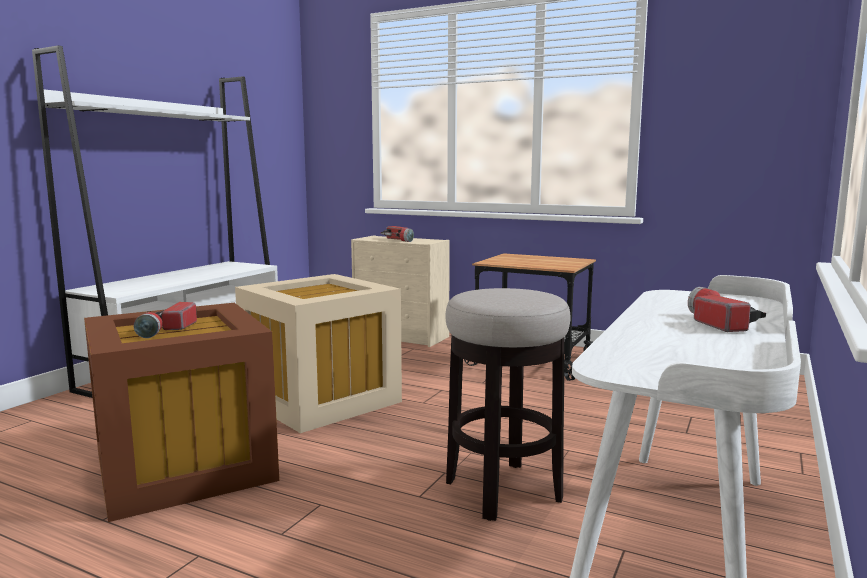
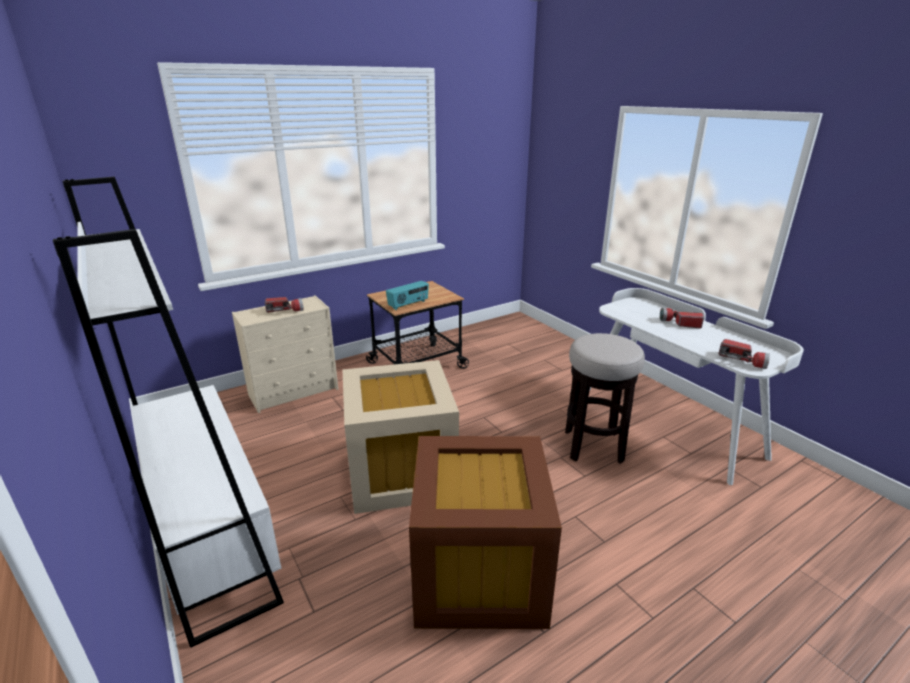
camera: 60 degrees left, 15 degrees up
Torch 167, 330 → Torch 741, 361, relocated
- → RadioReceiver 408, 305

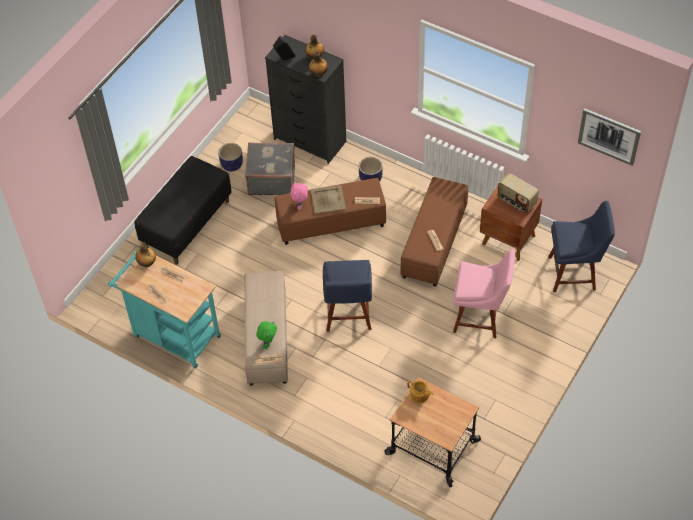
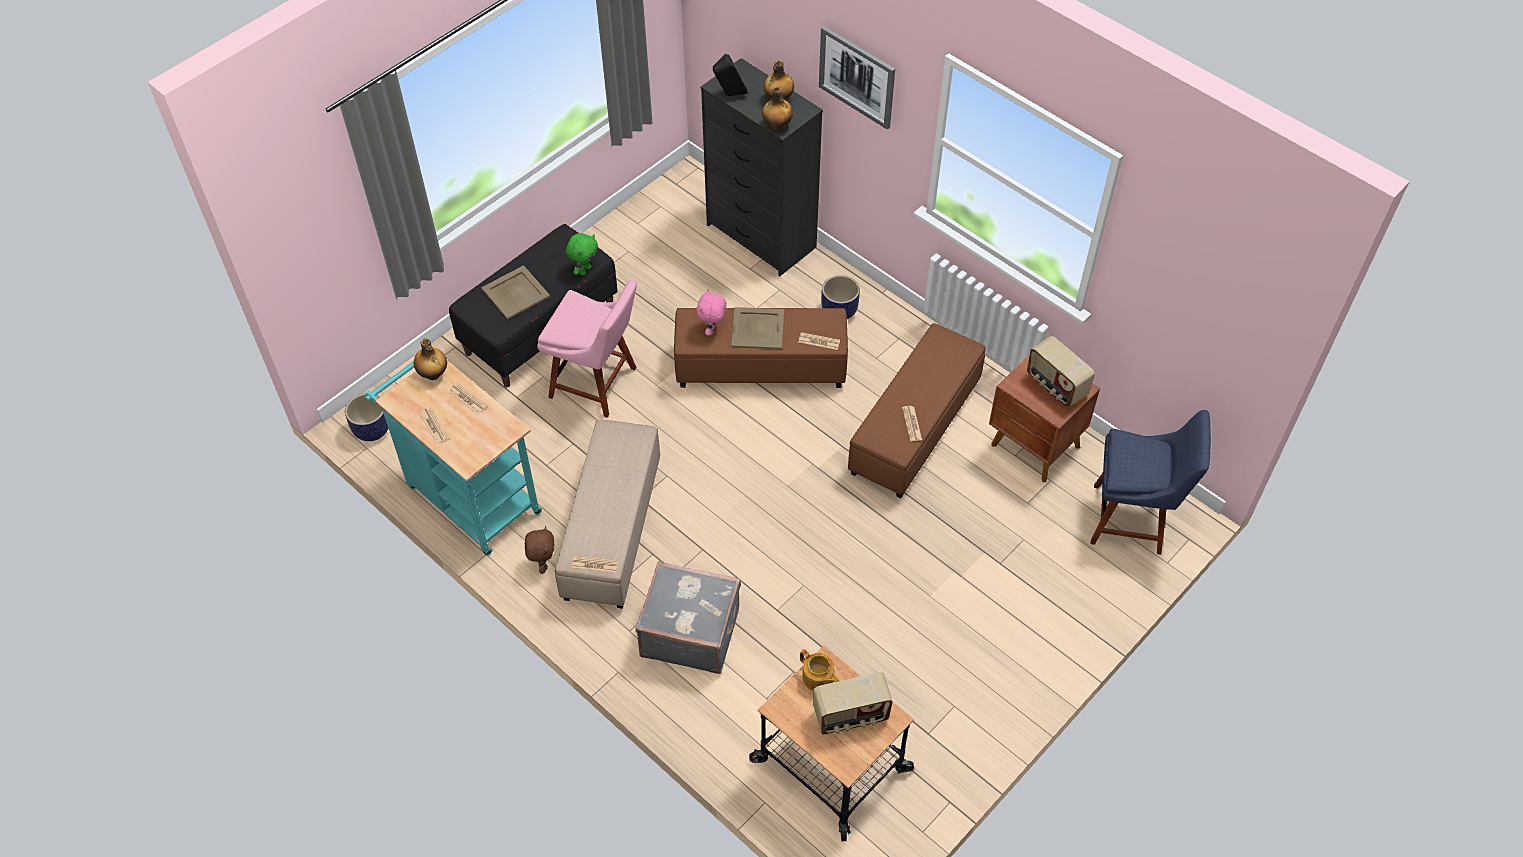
camera: 10 degrees right, 0 degrees up
FlowerPot 232, 165 → FlowerPot 372, 429, relocated
GreyishSuitcase 271, 179 → GreyishSuitcase 690, 631, relocated
GreenishSoftToy 268, 343 → GreenishSoftToy 585, 270, relocated
BlueColouredChair 348, 315 → -
PinkColouredChair 480, 317 → PinkColouredChair 597, 384, relocated
WallPicture 609, 136 → WallPicture 857, 77, relocated
- → BeigeTray 516, 293
- → BrownColouredSoftToy 543, 564
- → RadioReceiver 851, 716

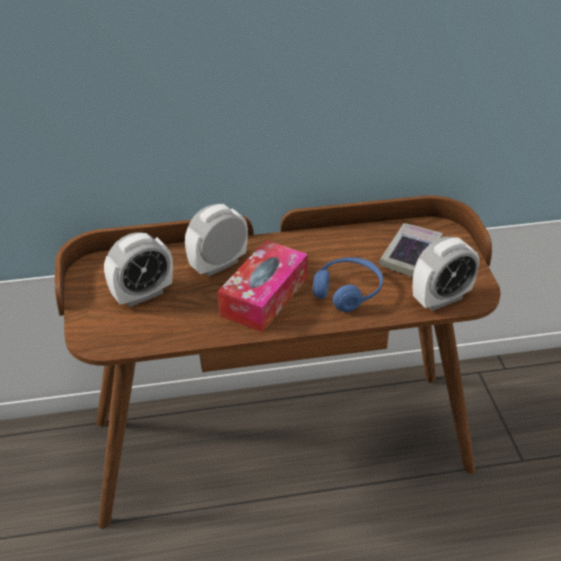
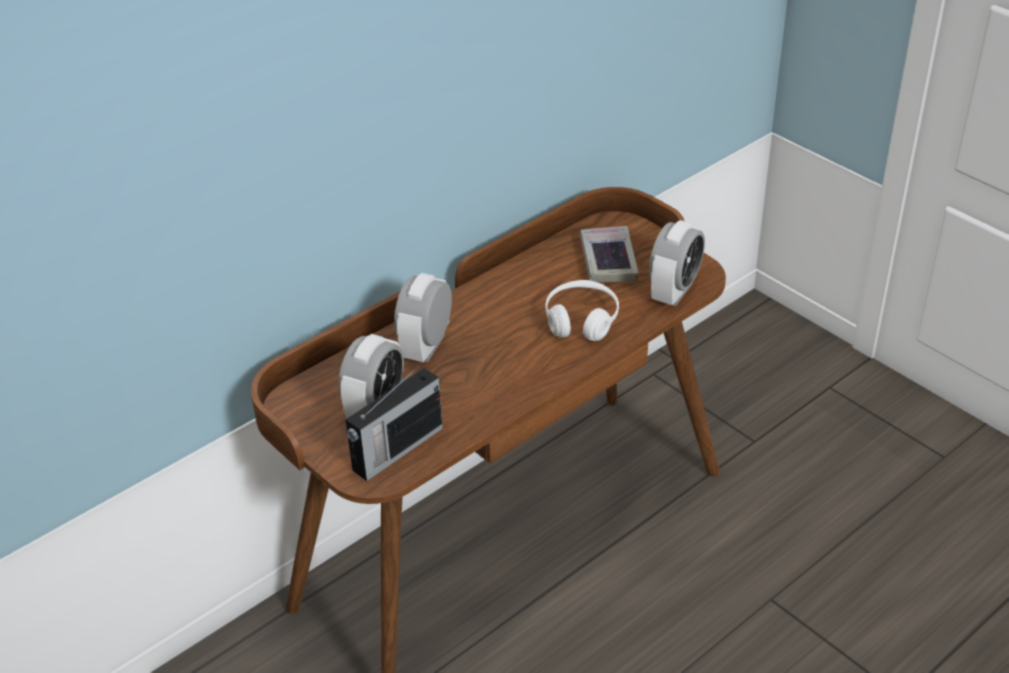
camera: 30 degrees left, 0 degrees up
BoxOfTissues 264, 296 → -
BlueColouredHeadphones 347, 291 → WhiteHeadphones 581, 320
- → RadioReceiver 396, 450

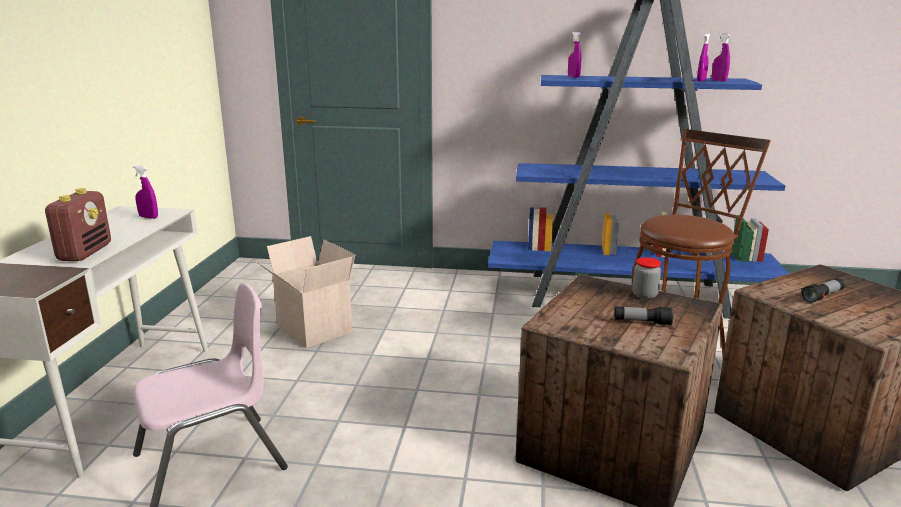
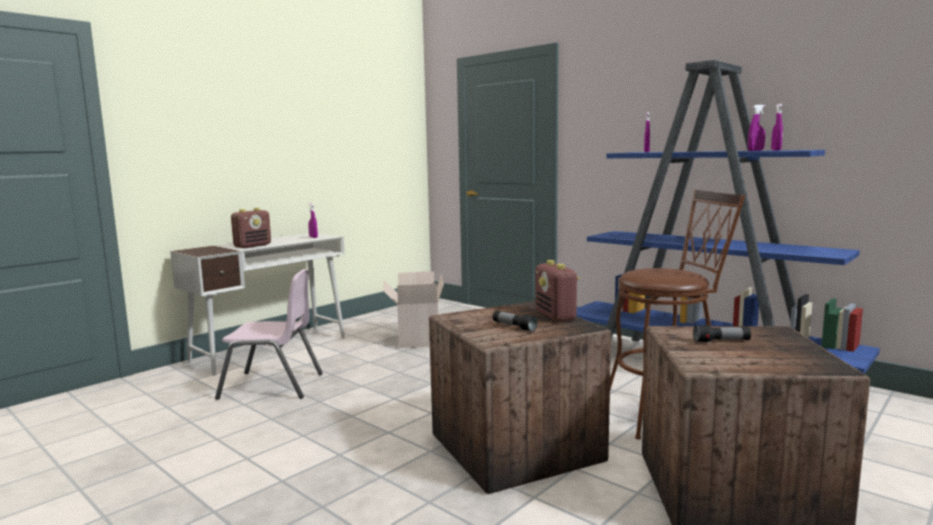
camera: 35 degrees right, 10 degrees down
Jar 644, 295 → RadioReceiver 555, 316

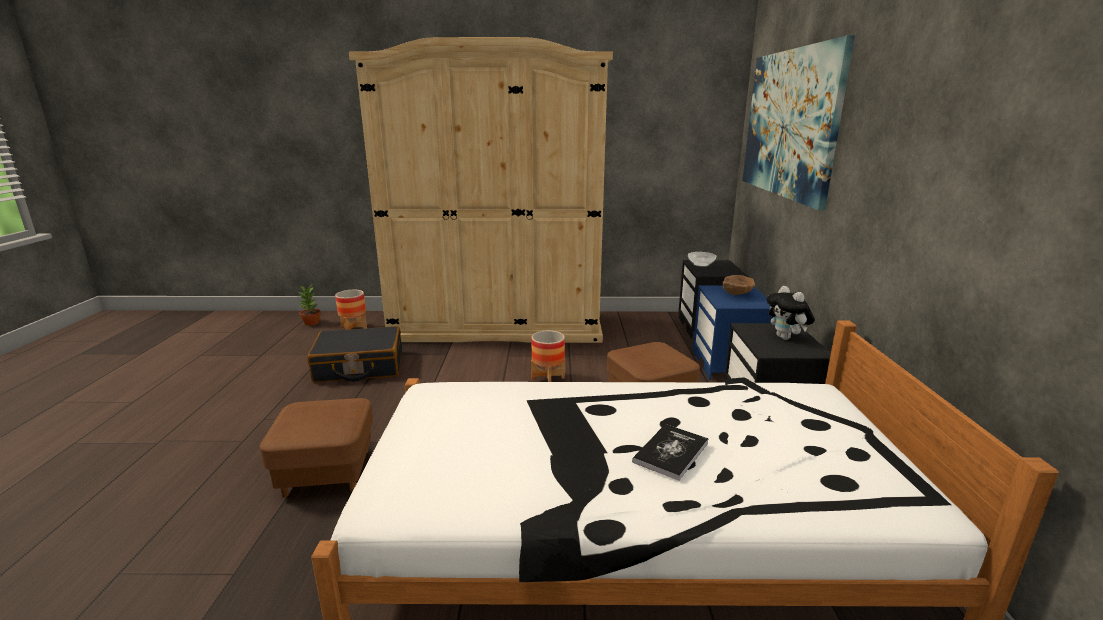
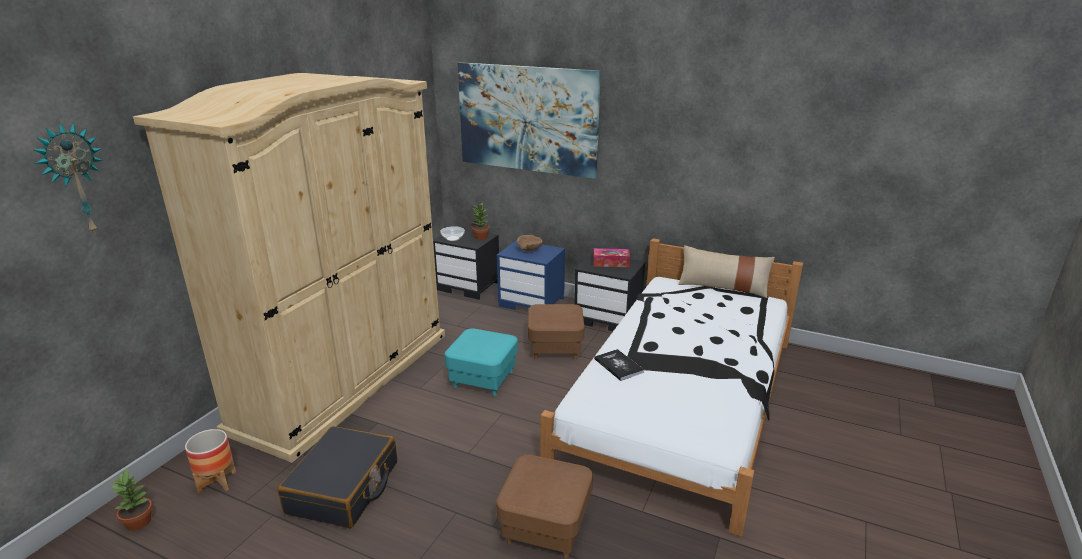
camera: 65 degrees left, 5 degrees up
FlowerPot 548, 378 → TurquoiseColouredPouffe 483, 379
BoundBook 671, 452 → BoundBook 618, 365, relocated
SoftToy 786, 338 → BoxOfTissues 611, 263
- → WallClock 74, 180
- → PlantInAPot 480, 237
- → BeigeThrowPillow 723, 287

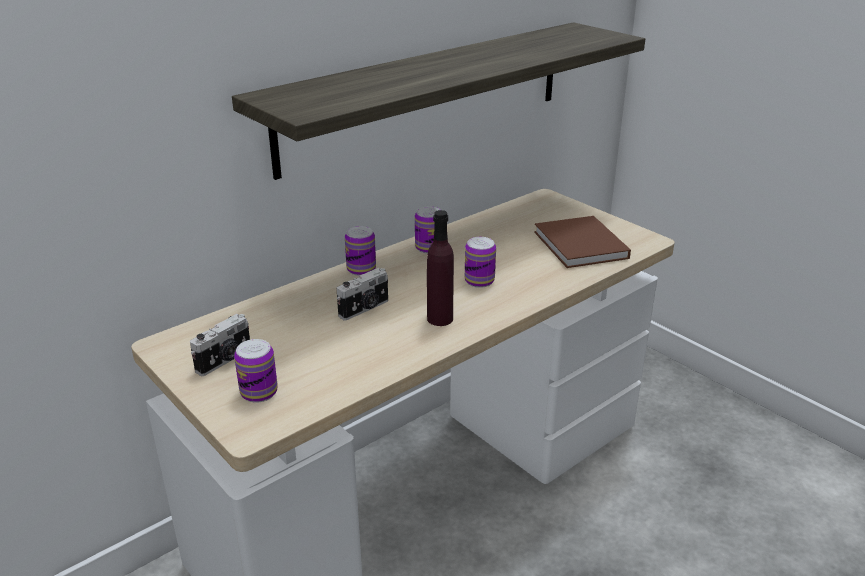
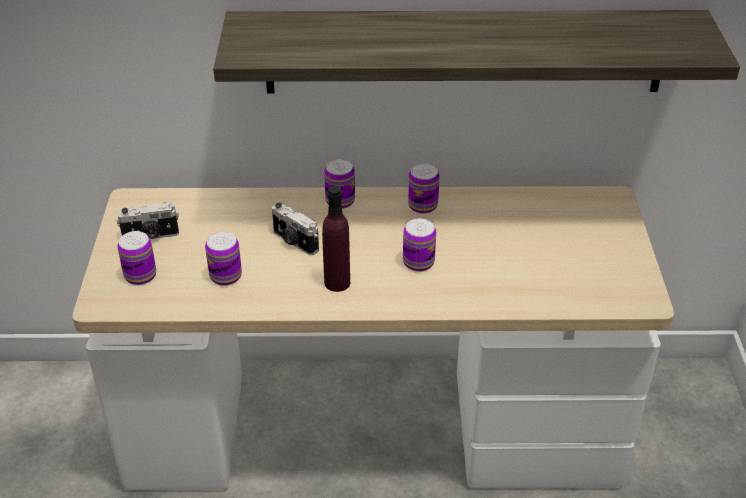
camera: 40 degrees right, 10 degrees up
StillCamera 365, 309 → StillCamera 294, 242, 45 degrees clockwise
BrownColouredBoundBook 581, 246 → -
- → MetalCan 225, 276

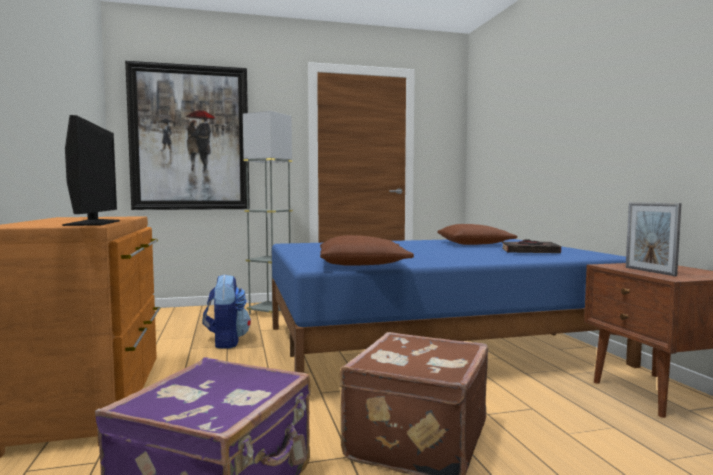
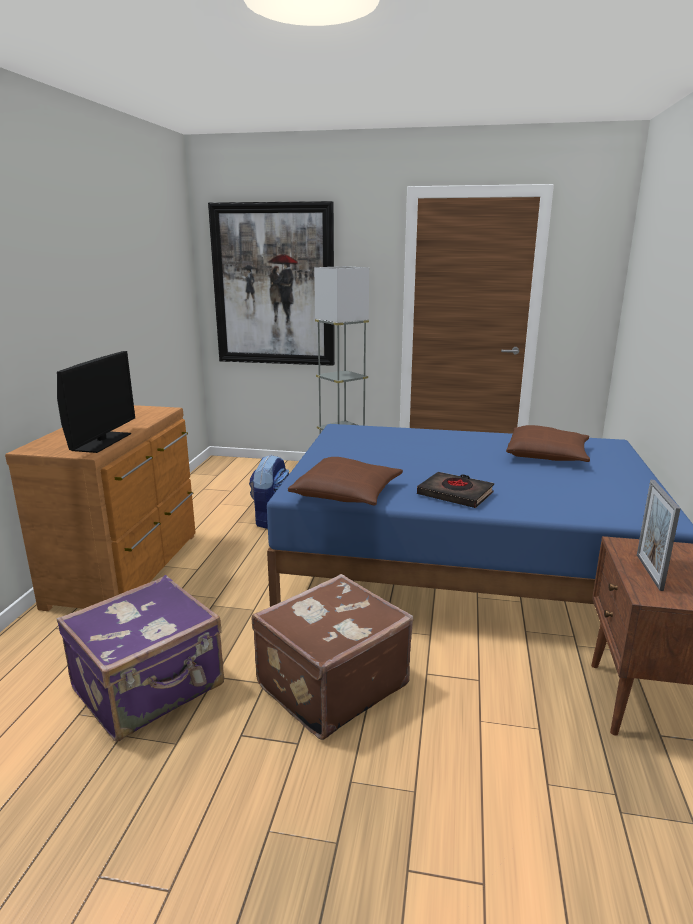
camera: 25 degrees right, 15 degrees up
BlackColouredBoundBook 529, 252 → BlackColouredBoundBook 455, 494, relocated

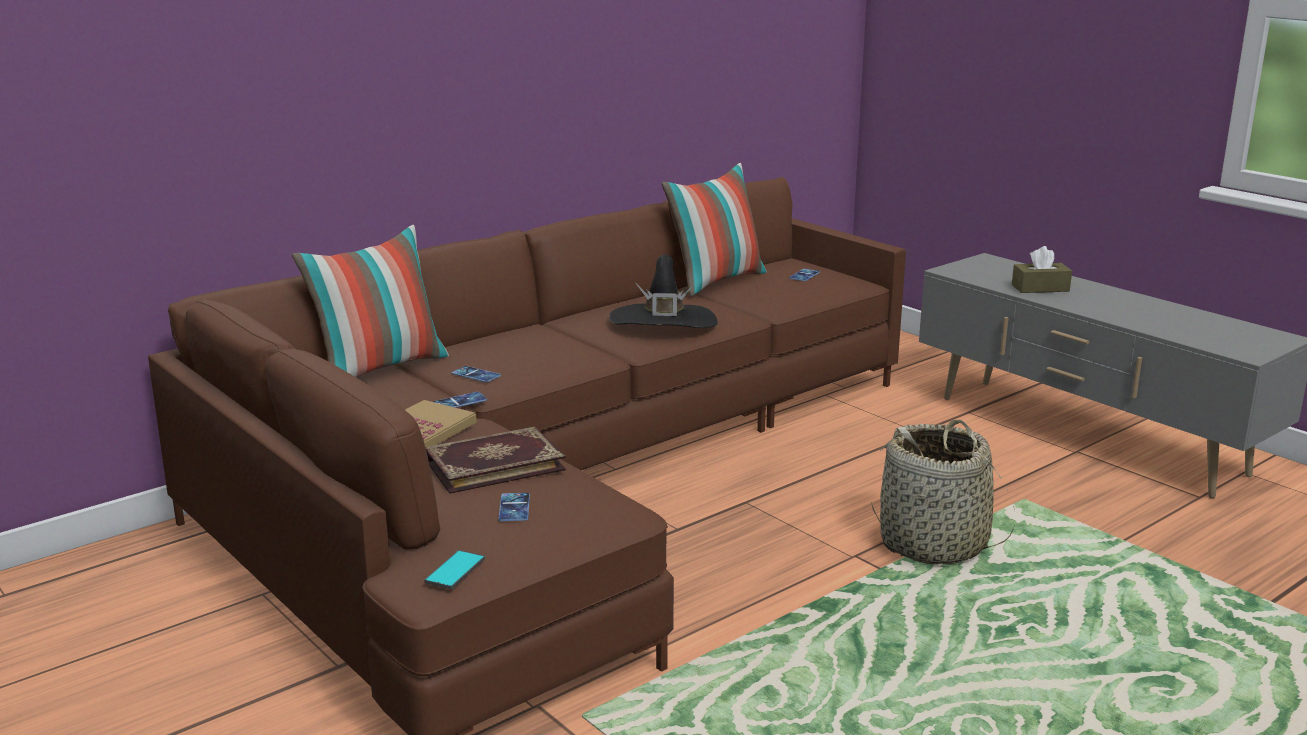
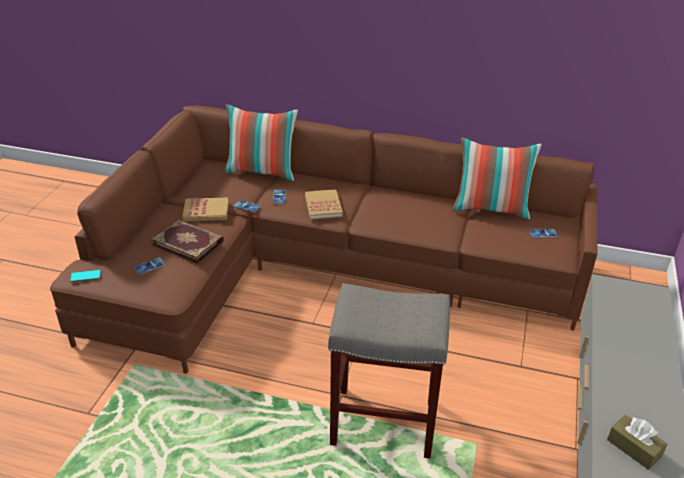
camera: 55 degrees right, 15 degrees up
BlackColouredClothingHat 663, 323 → -
Basket 934, 544 → GreyishStool 382, 422
BrownColouredBoxOfTissues 1040, 288 → BrownColouredBoxOfTissues 634, 448, relocated
- → BoundBook 323, 206

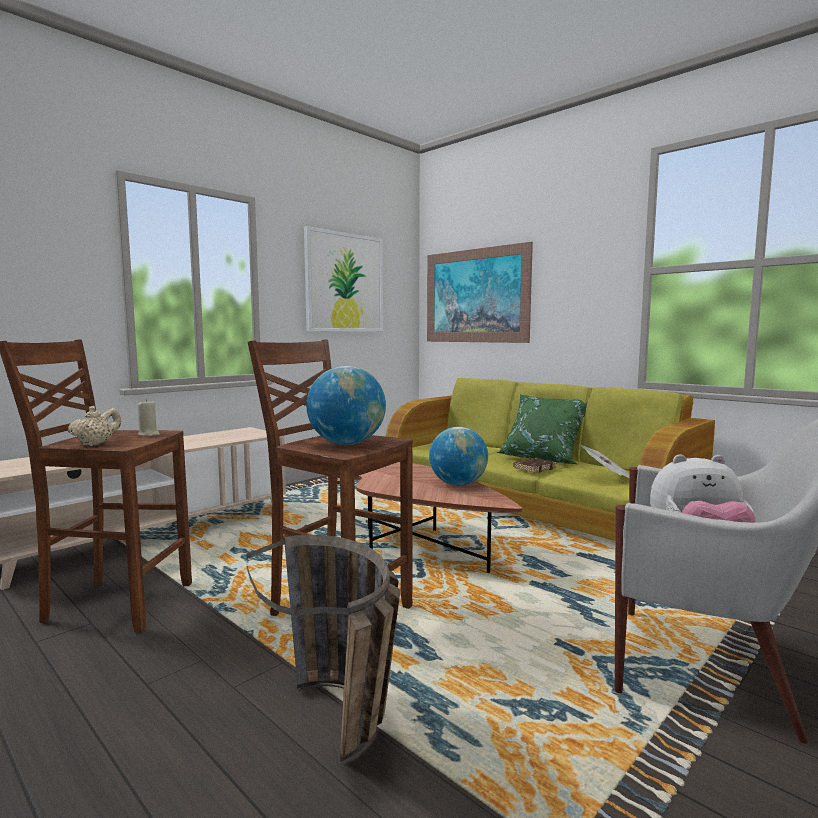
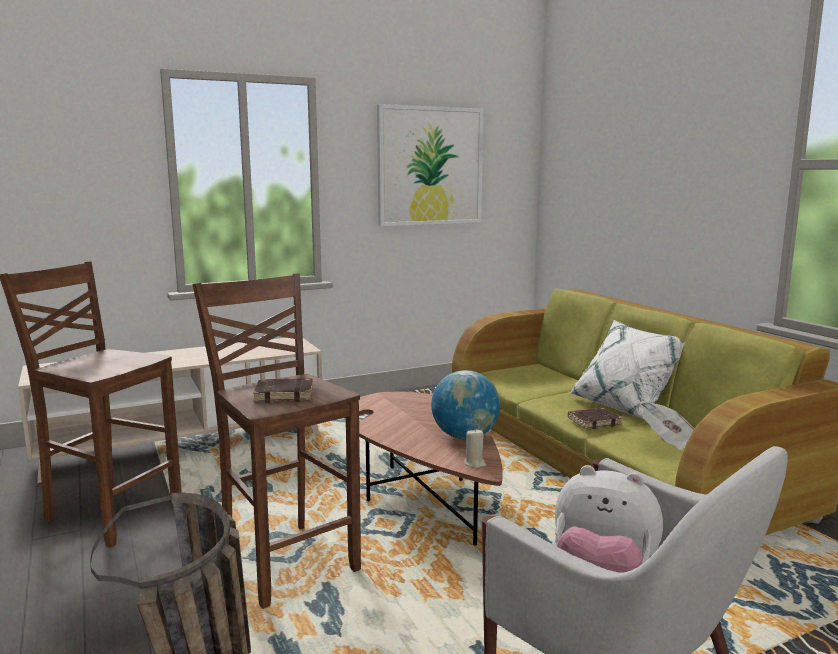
camera: 20 degrees right, 5 degrees up
BeigeTeaPot 96, 444 → -
BeigeWaxLight 148, 434 → BeigeWaxLight 474, 463, relocated
WorldGlobe 347, 444 → BrownColouredBoundBook 285, 395
WallPicture 475, 296 → -
GreenishThrowPillow 543, 458 → WhiteThrowPillow 626, 407

